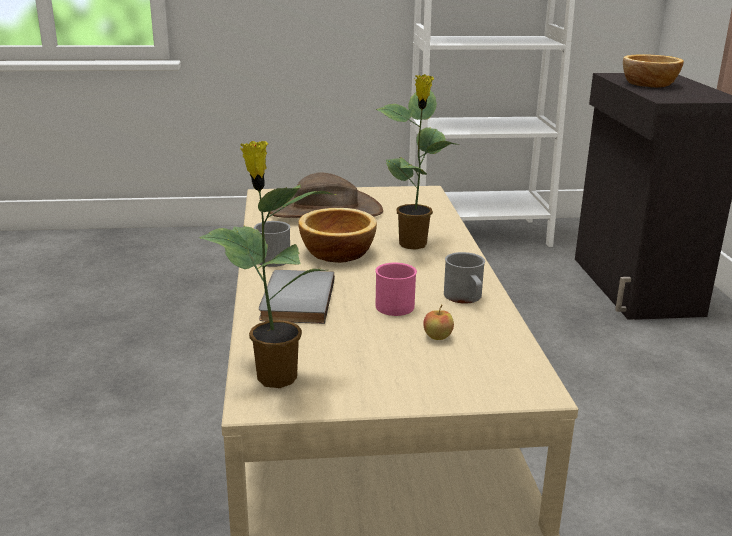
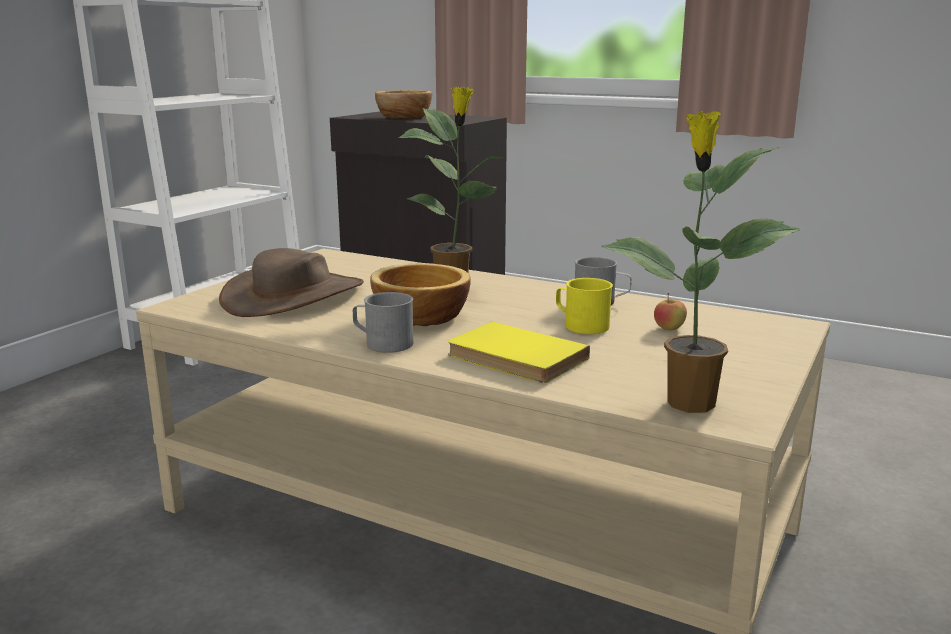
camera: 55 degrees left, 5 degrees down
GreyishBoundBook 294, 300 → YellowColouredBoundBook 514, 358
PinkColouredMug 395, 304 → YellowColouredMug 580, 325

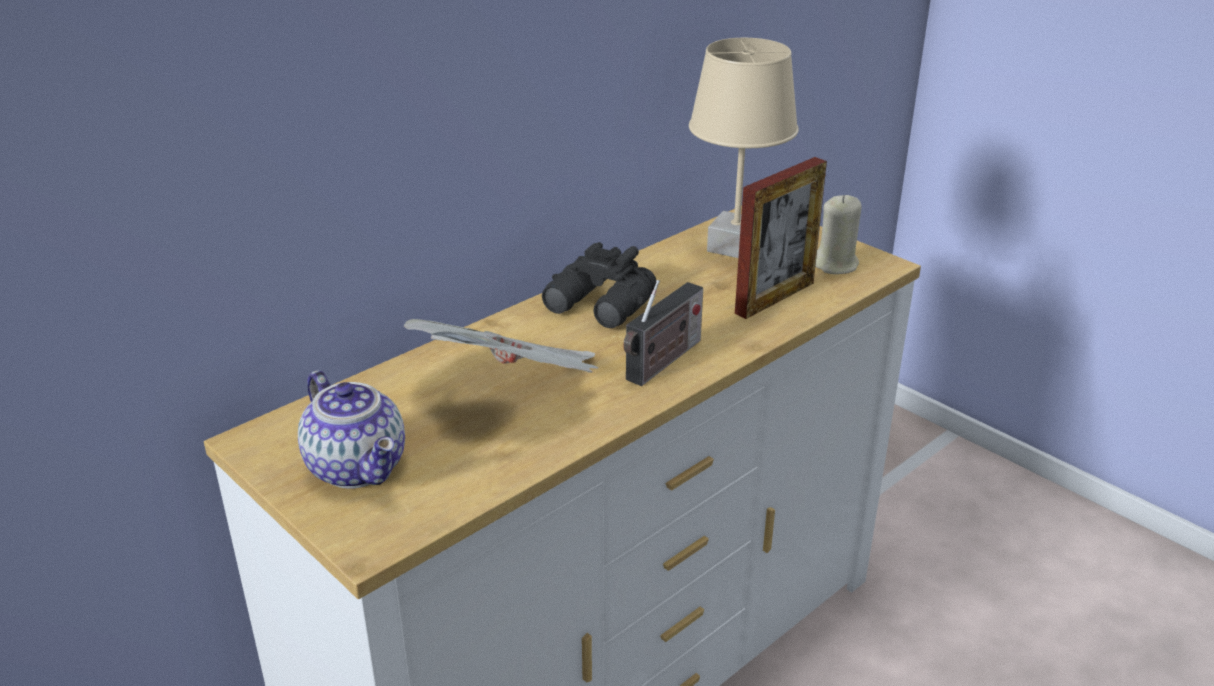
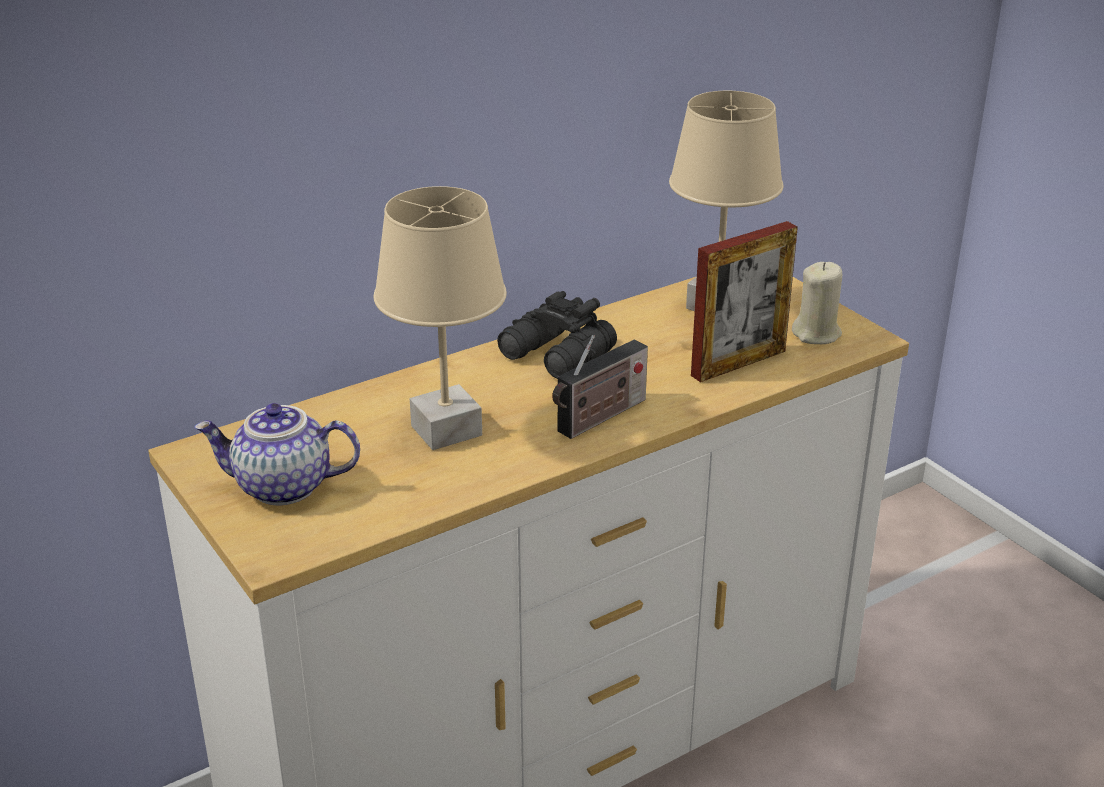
camera: 10 degrees right, 0 degrees up
TeaPot 359, 467 → TeaPot 282, 488, 120 degrees clockwise
Newspaper 514, 389 → BeigeLampForATable 447, 430

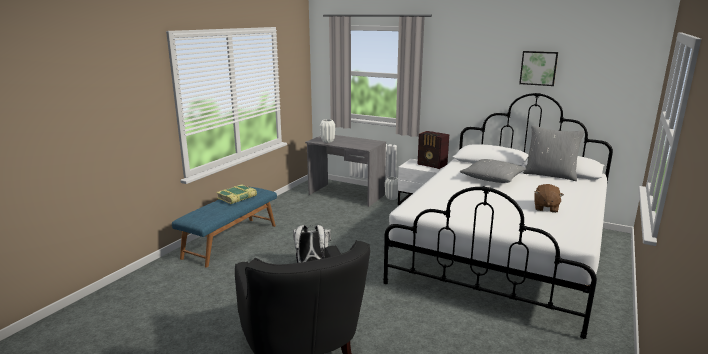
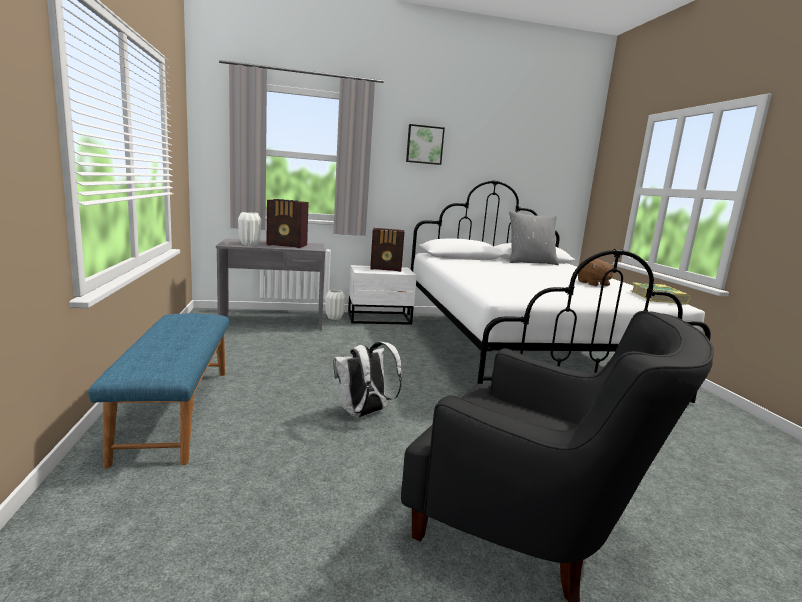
camera: 40 degrees left, 5 degrees down
BoundBook 237, 197 → BoundBook 658, 298, relocated
GreyishThrowPillow 492, 178 → -
WallPicture 538, 68 → WallPicture 424, 145, relocated
- → RadioReceiver 287, 245

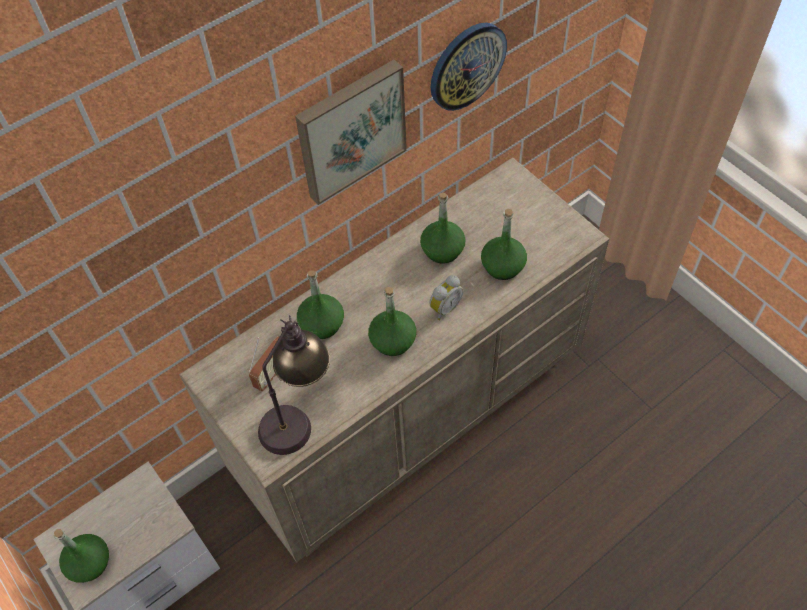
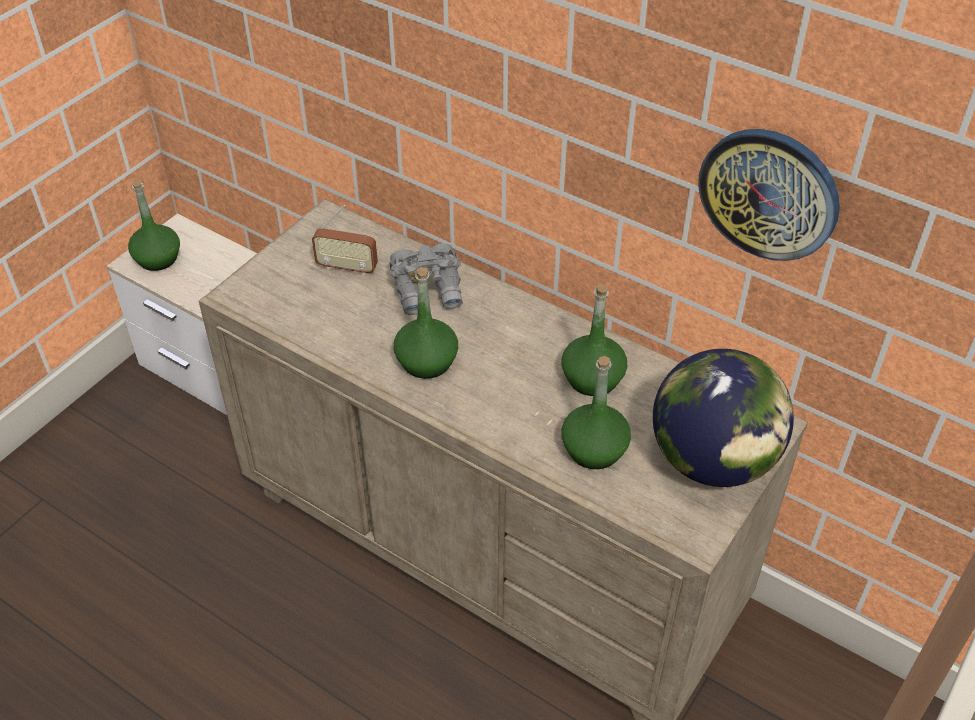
camera: 70 degrees right, 10 degrees down
LampForATable 298, 414 → -
WallPicture 350, 130 → -
GreenishBeverageBottle 322, 324 → GreyishFieldGlasses 428, 291
TableClock 444, 307 → -
- → WorldGlobe 712, 460

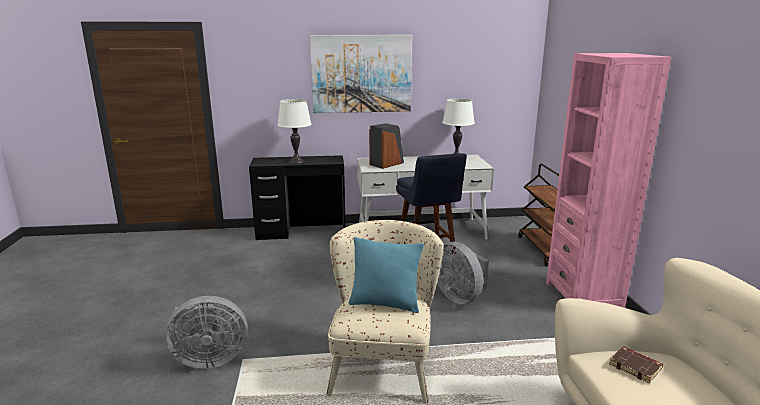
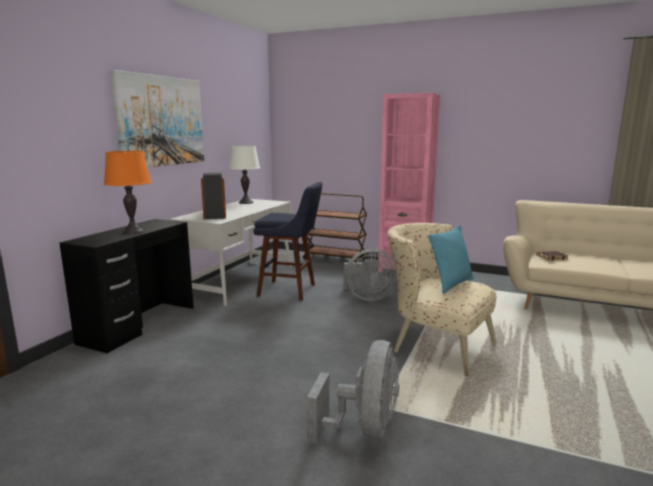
camera: 60 degrees left, 5 degrees down
WhiteLampForATable 296, 161 → OrangeLampForATable 133, 231

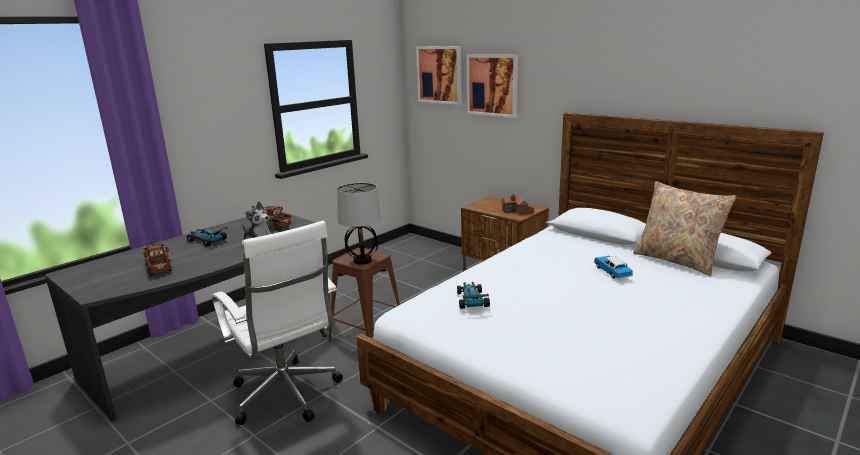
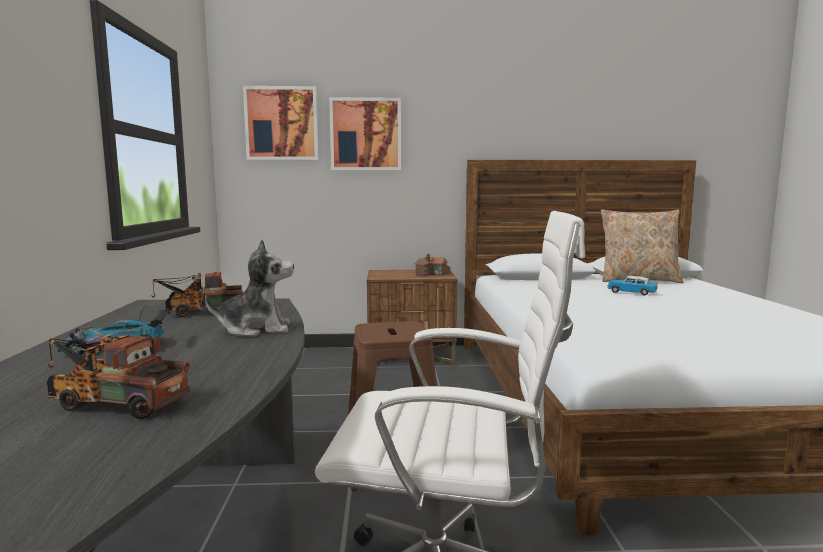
camera: 45 degrees left, 10 degrees down
LampForATable 362, 260 → -
ToyCar 471, 300 → -

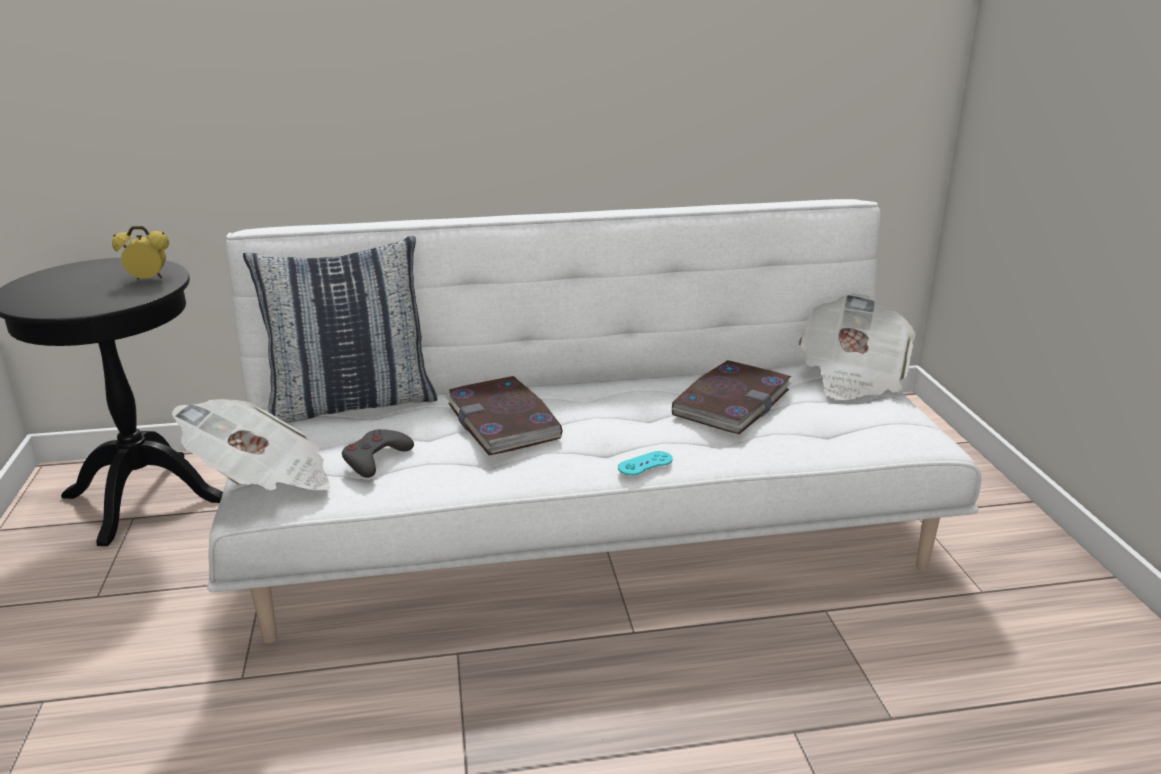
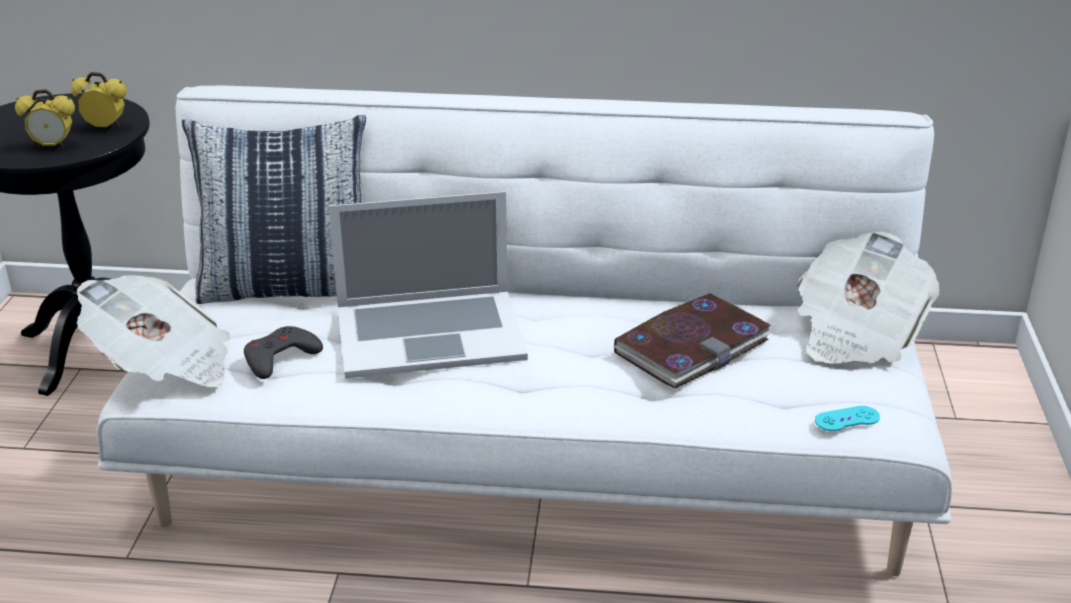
camera: 15 degrees right, 5 degrees up
BoundBook 504, 421 → Laptop 429, 333
TurquoiseColouredJoypad 645, 463 → TurquoiseColouredJoypad 847, 419, relocated
- → TableClock 53, 147

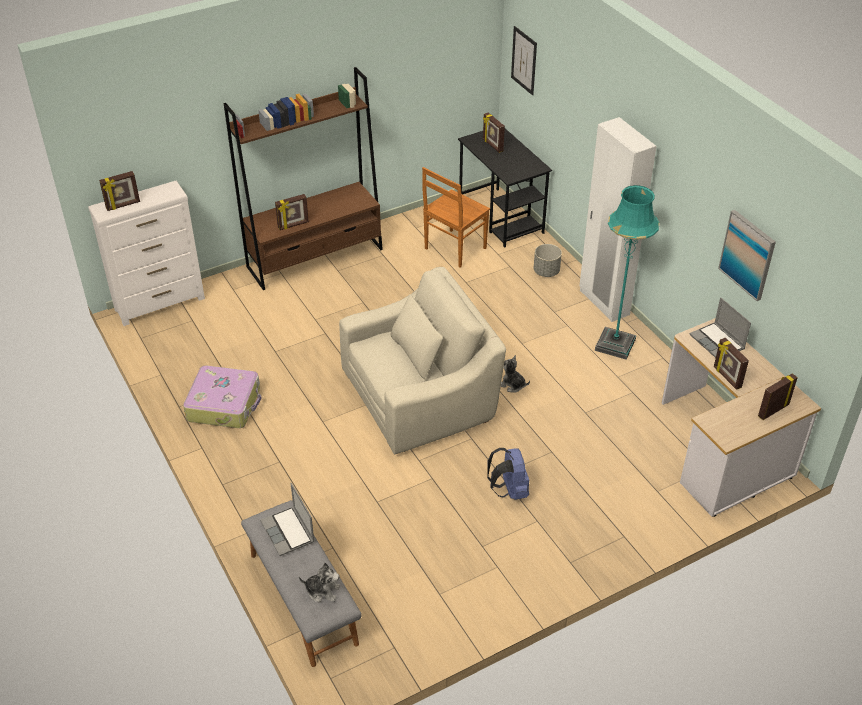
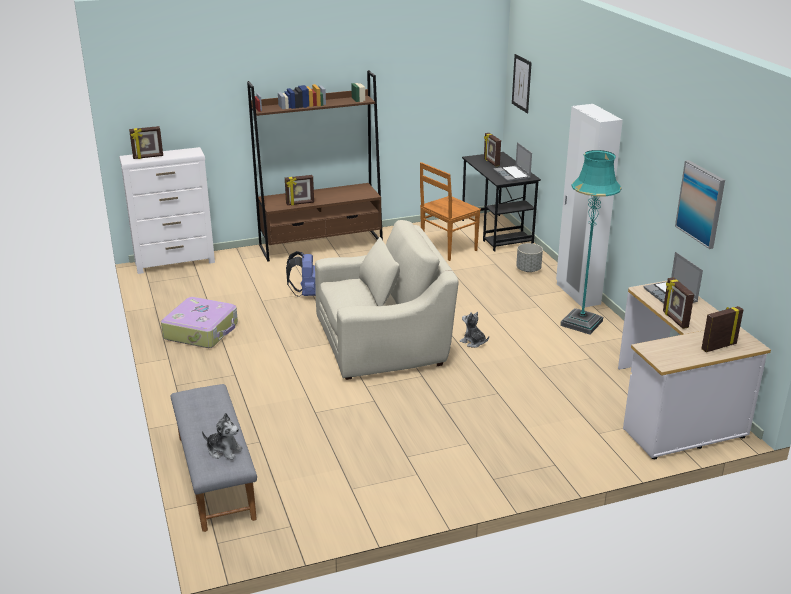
camera: 10 degrees right, 15 degrees down
Laptop 288, 532 → Laptop 512, 175, relocated
BlueColouredRucksack 509, 490 → BlueColouredRucksack 305, 294, relocated

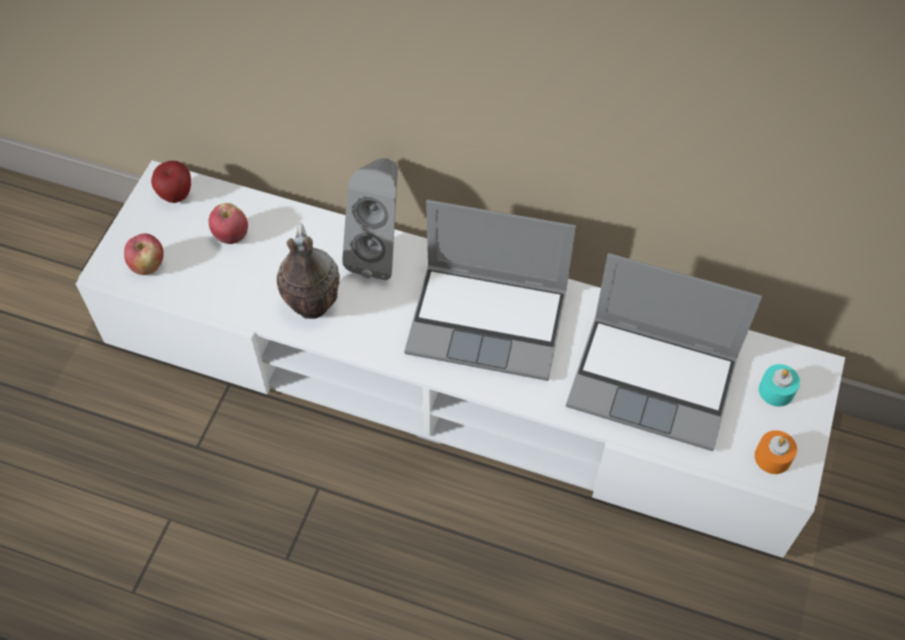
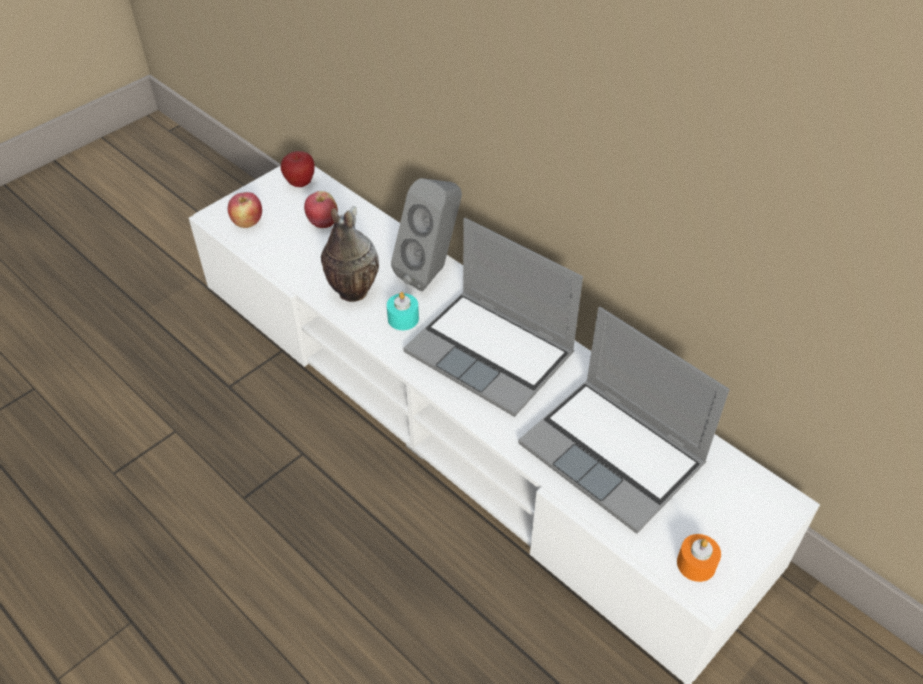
camera: 25 degrees right, 10 degrees down
TurquoiseColouredWaxLight 776, 391 → TurquoiseColouredWaxLight 403, 318, relocated

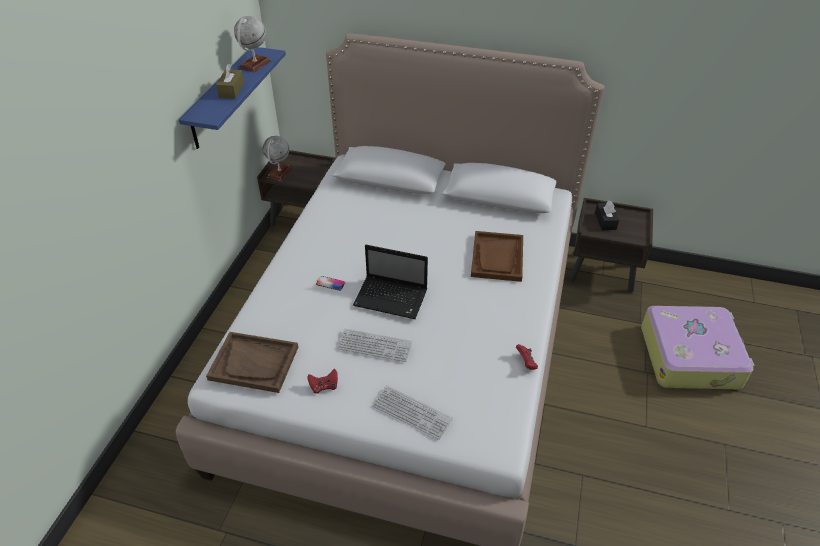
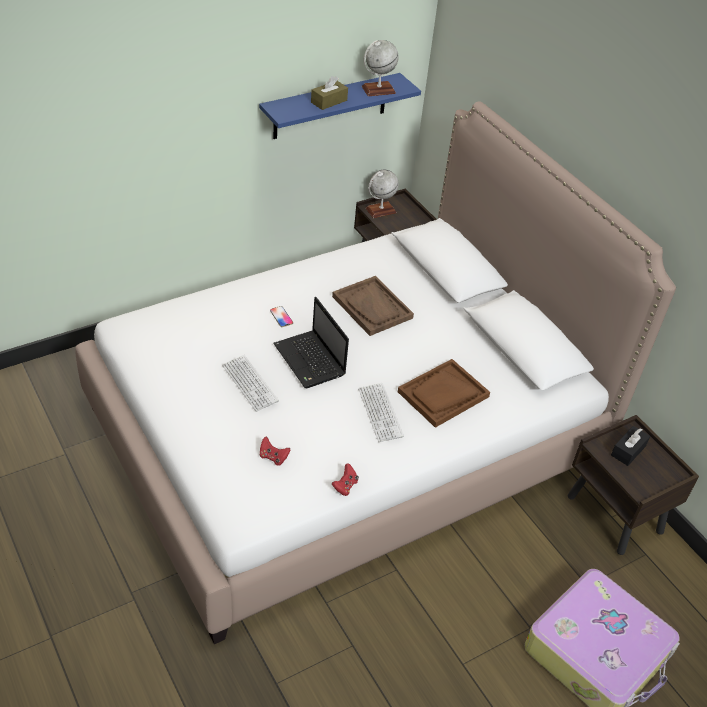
camera: 40 degrees right, 0 degrees up
BrownColouredTray 254, 363 → BrownColouredTray 372, 307, relocated
RedJoypad 324, 386 → RedJoypad 273, 457, relocated
Keyboard 412, 413 → Keyboard 380, 413, relocated

